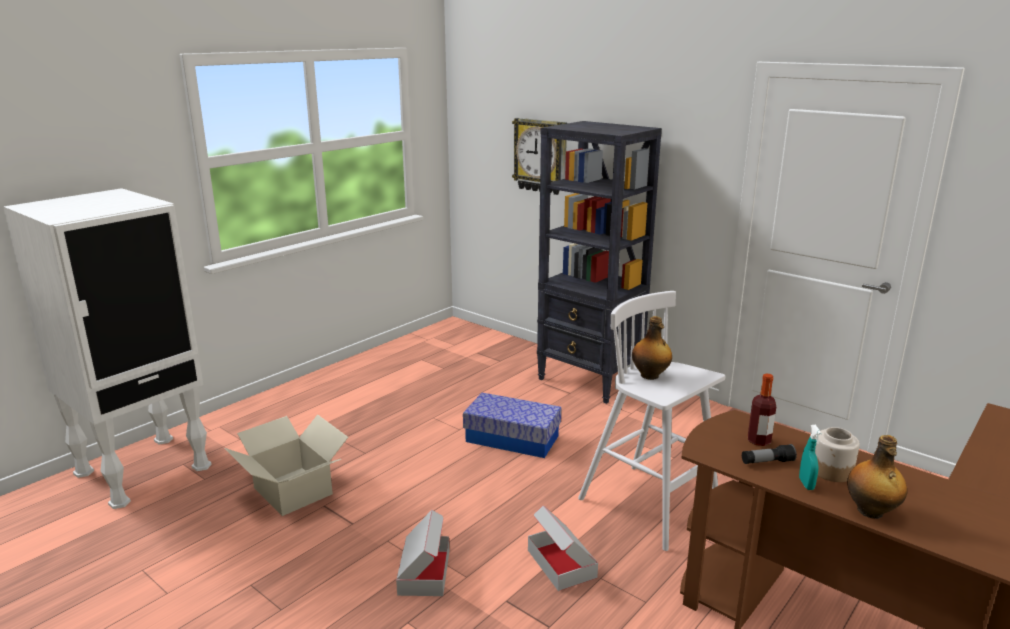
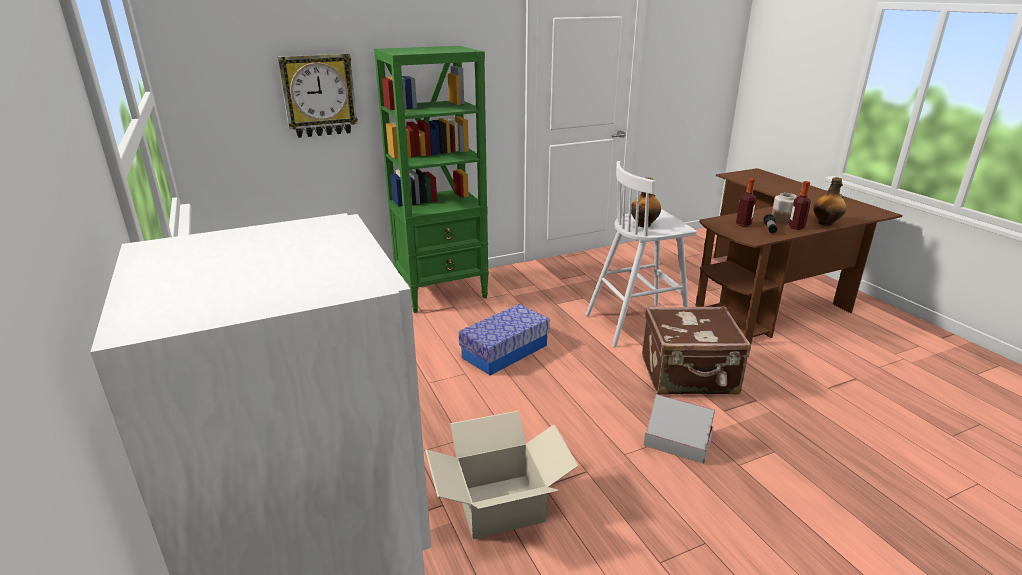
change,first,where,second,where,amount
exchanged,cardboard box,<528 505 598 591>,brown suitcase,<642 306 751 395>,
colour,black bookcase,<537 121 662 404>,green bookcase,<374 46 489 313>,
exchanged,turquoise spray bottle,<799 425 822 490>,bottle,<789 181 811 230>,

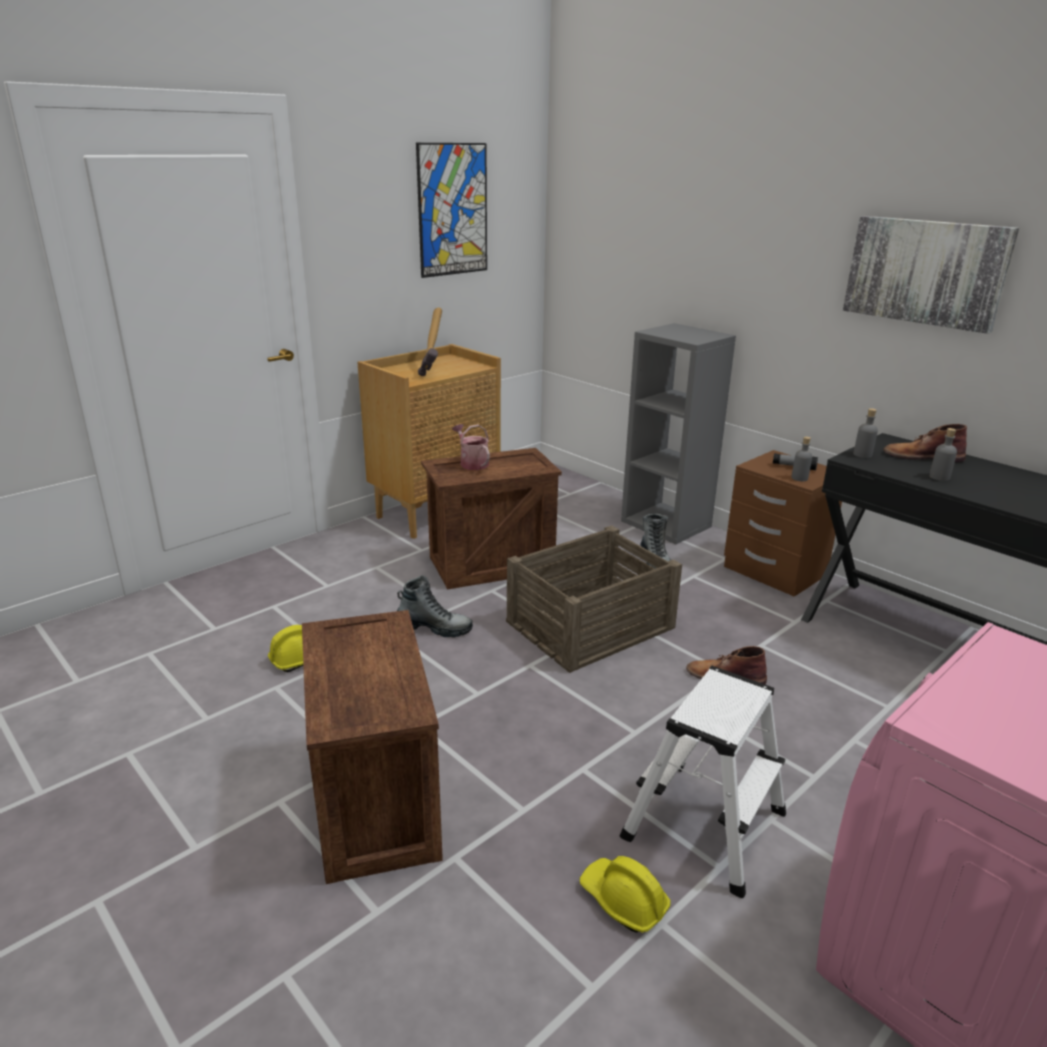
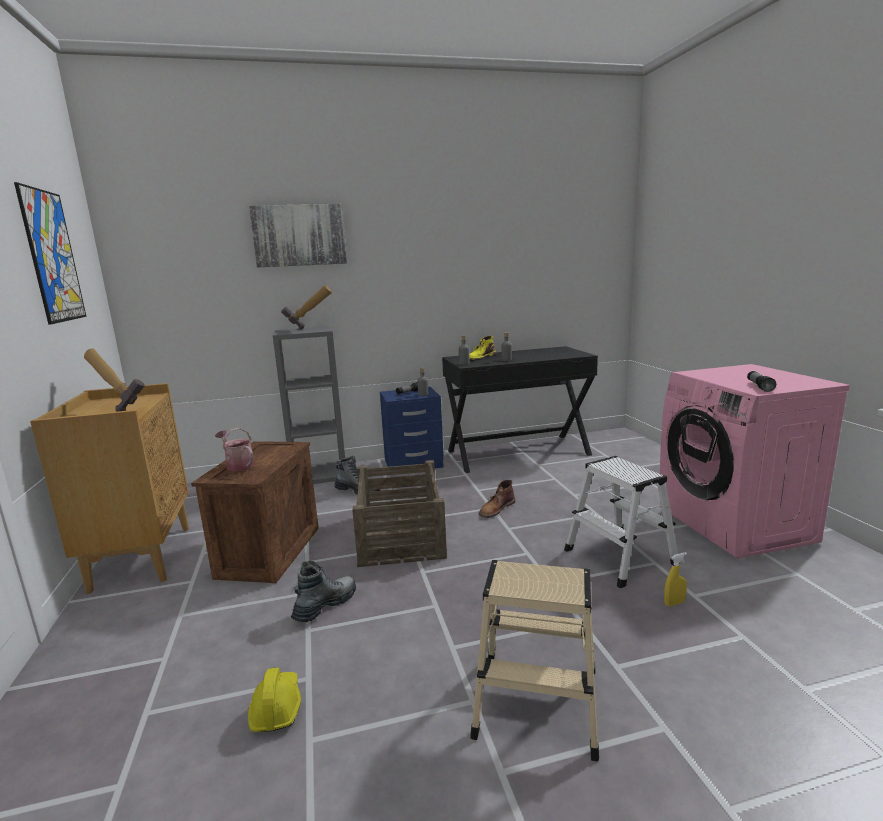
change,first,where,second,where,amount
exchanged,crate,<302 610 443 884>,beige step ladder,<470 560 599 761>,
spun,watering can,<452 424 490 470>,,<215 428 255 471>,45 degrees clockwise
exchanged,yellow hard hat,<580 856 671 933>,yellow spray bottle,<664 552 687 606>,
colour,brown nightstand,<724 450 842 597>,blue nightstand,<380 387 444 468>,
relocated,picture,<843 216 1019 334>,,<249 204 347 267>,
colour,brown boot,<883 424 967 462>,yellow boot,<469 336 496 361>,
appeared,,,hammer,<281 285 332 329>,
appeared,,,flashlight,<747 371 776 392>,

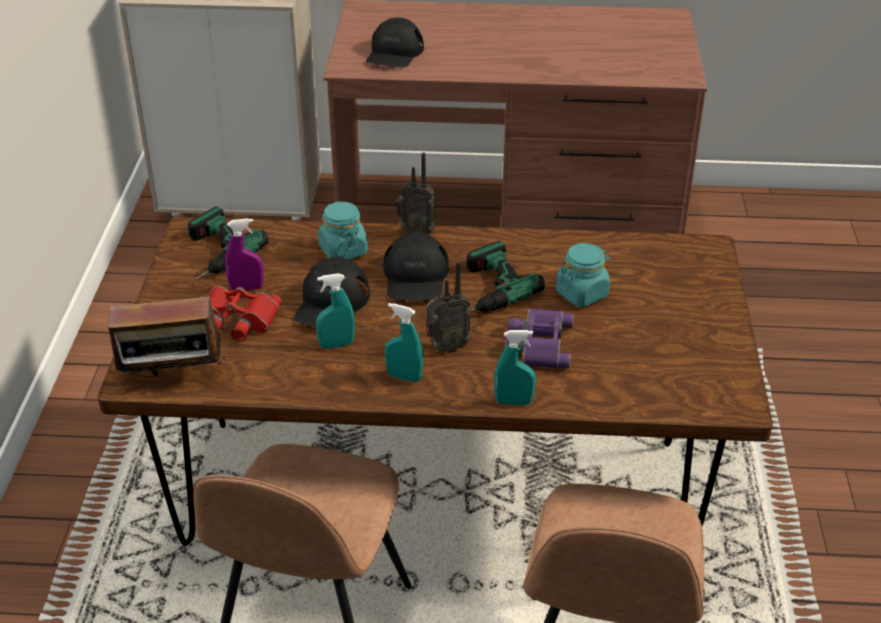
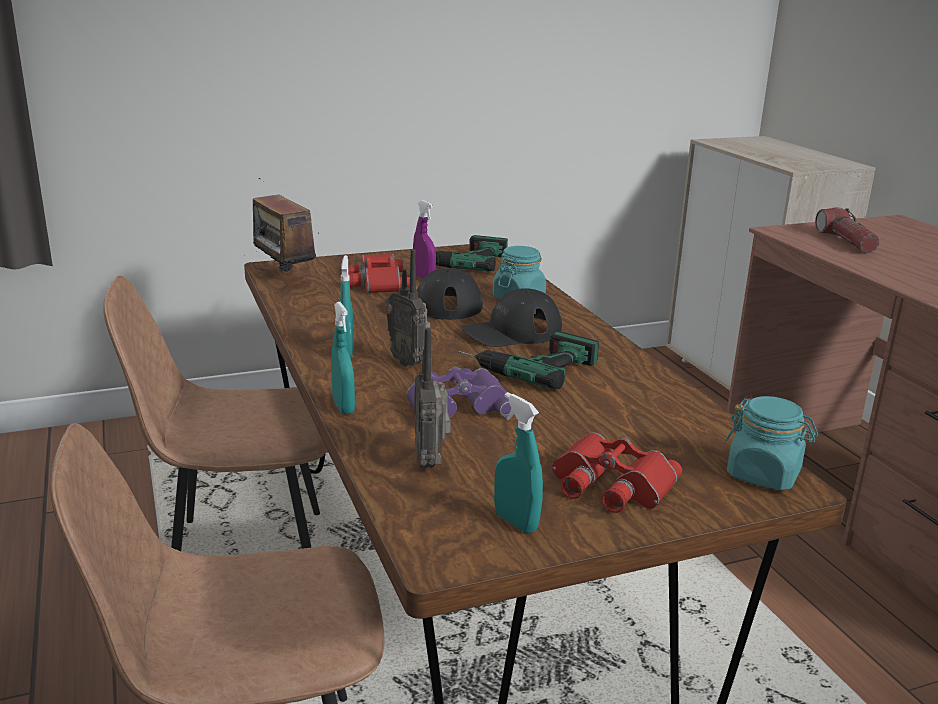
change,first,where,second,where,amount
relocated,turquoise spray bottle,<316 273 355 349>,,<494 392 543 533>,
exchanged,black cap,<366 18 424 68>,flashlight,<815 207 880 253>,
relocated,radio,<395 153 435 234>,,<415 327 451 469>,
relocated,turquoise jar,<556 243 610 307>,,<725 396 818 490>,
appeared,,,red binoculars,<552 432 682 513>,

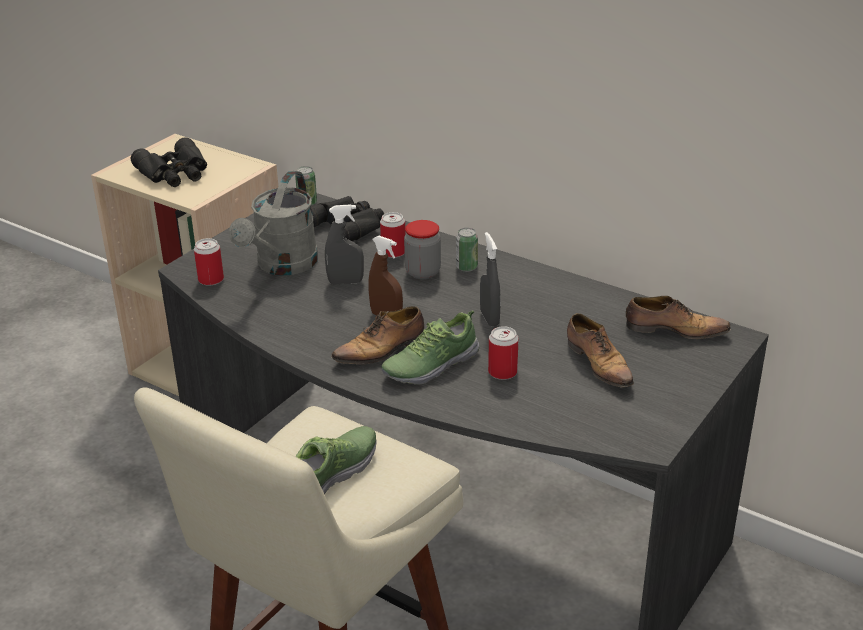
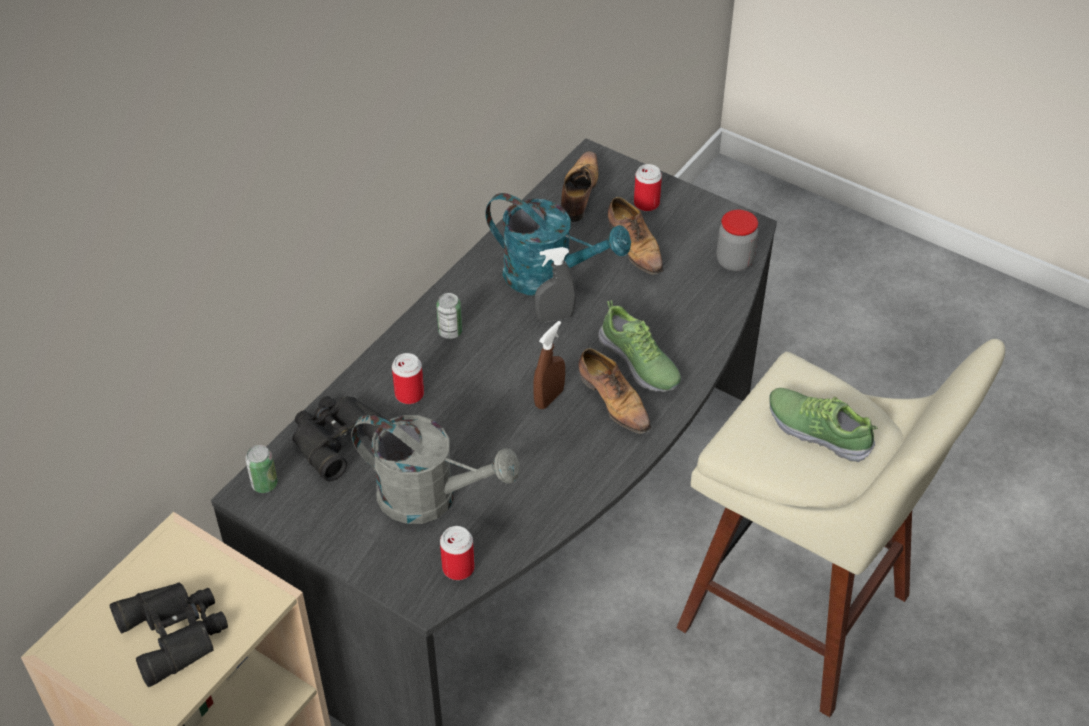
change,first,where,second,where,amount
missing,grey spray bottle,<325 204 364 284>,,,
relocated,jar,<404 220 441 279>,,<717 210 758 271>,
relocated,can,<488 326 519 380>,,<634 164 662 211>,
spun,shoe,<567 313 634 388>,,<608 197 663 275>,90 degrees clockwise
appeared,,,turquoise watering can,<485 193 631 296>,

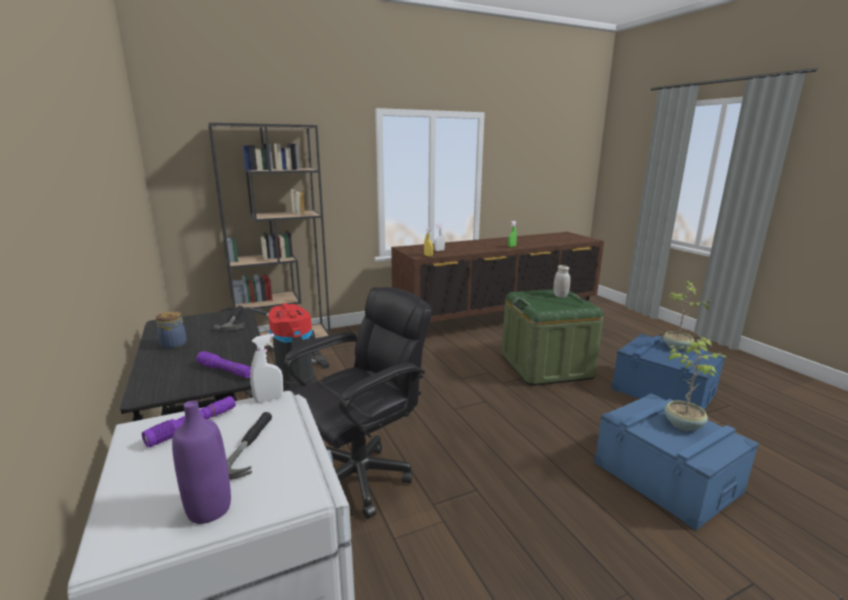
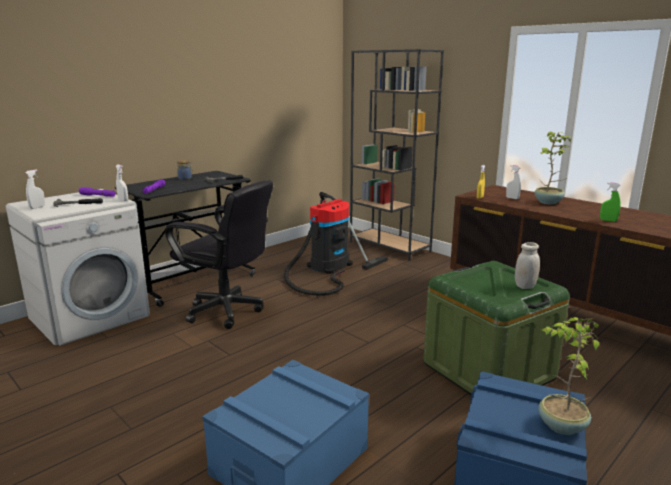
change,first,where,second,where,amount
exchanged,purple bottle,<172 400 231 524>,white spray bottle,<26 170 45 209>,
relocated,potted plant,<664 337 727 431>,,<534 131 572 204>,

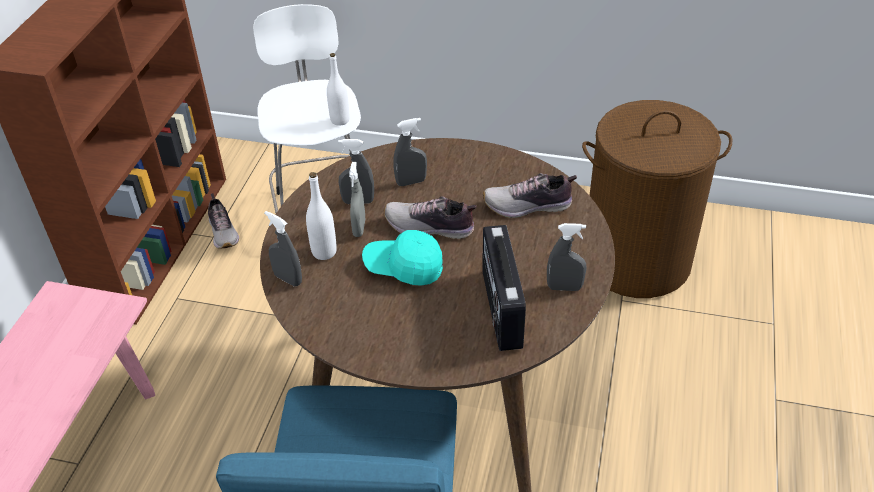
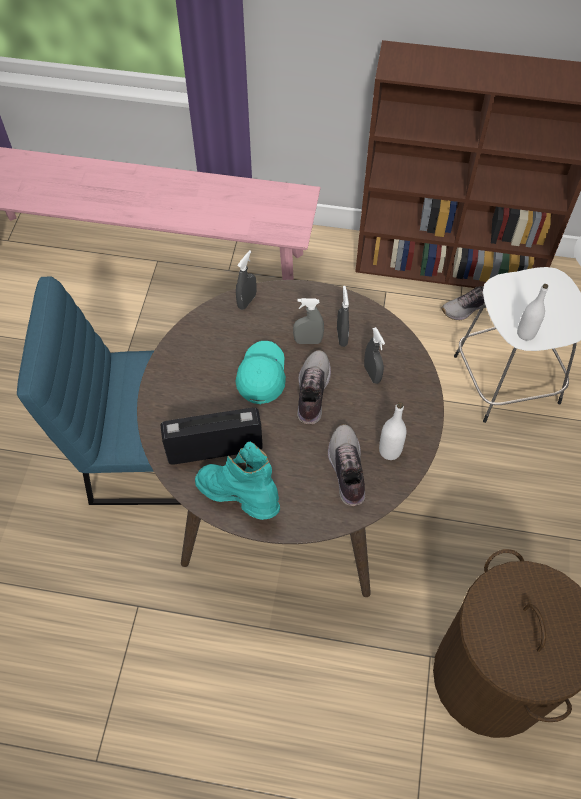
change,first,where,second,where,amount
relocated,white bottle,<306 172 337 260>,,<379 402 407 460>,
exchanged,grey spray bottle,<547 223 587 291>,turquoise boot,<195 442 280 520>,

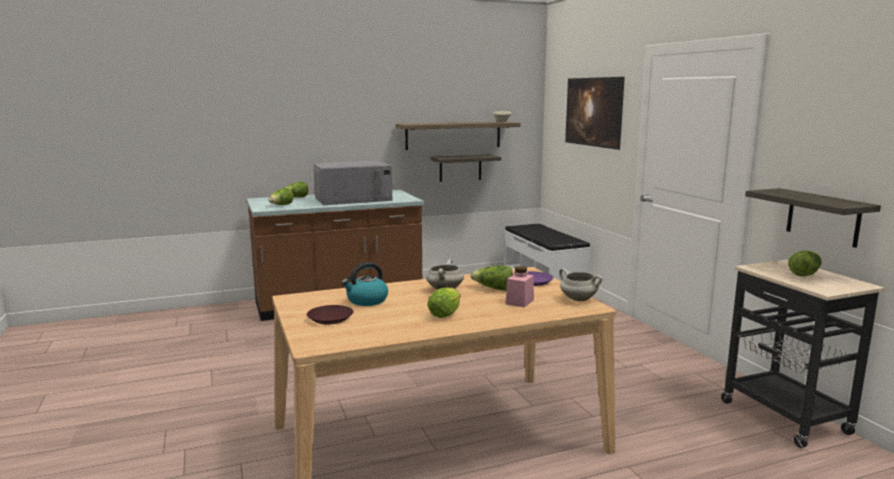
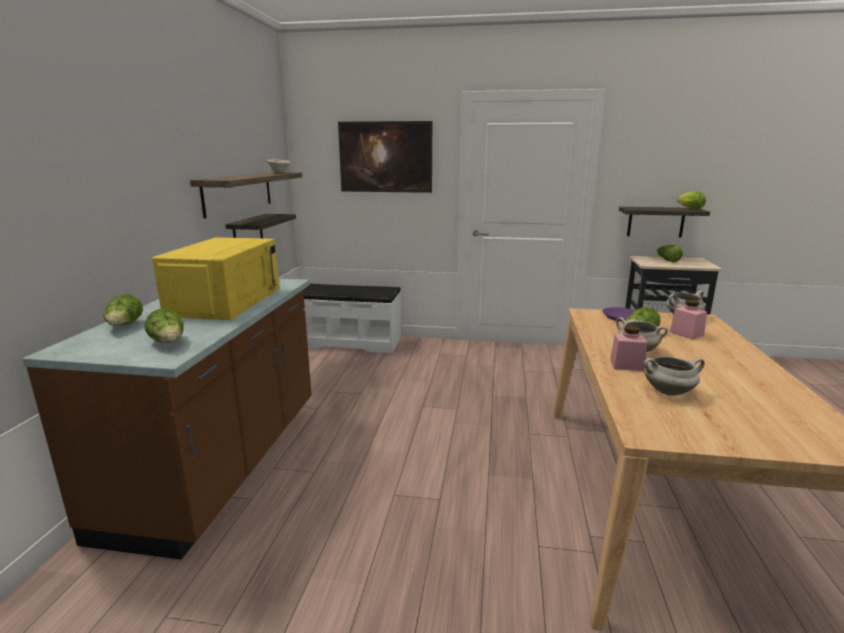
change,first,where,second,where,amount
missing,brown plate,<307 305 353 324>,,,
colour,grey microwave,<314 161 392 205>,yellow microwave,<152 237 279 320>,
exchanged,kettle,<342 262 388 306>,white cooking pot,<644 356 705 396>,
relocated,lettuce,<427 288 461 318>,,<677 191 706 210>,
appeared,,,pink jar,<610 325 647 371>,

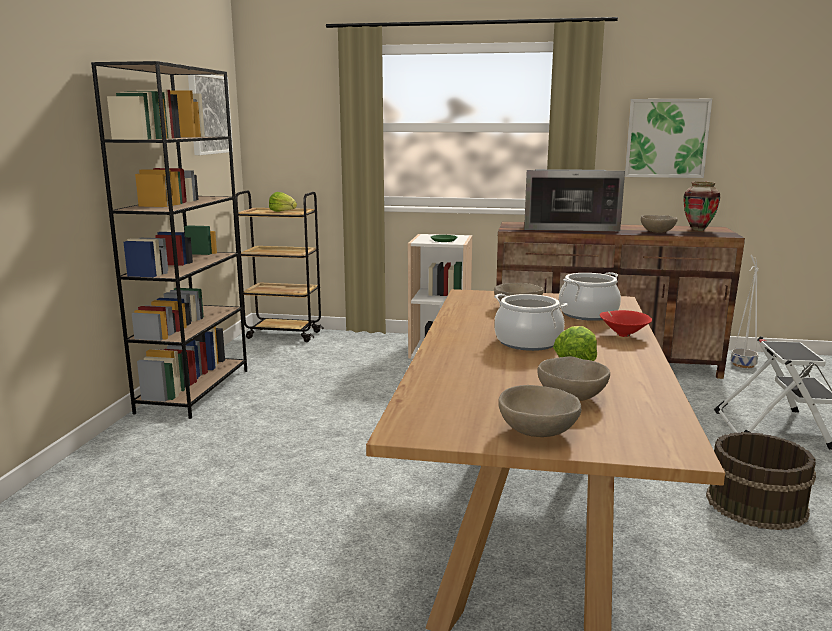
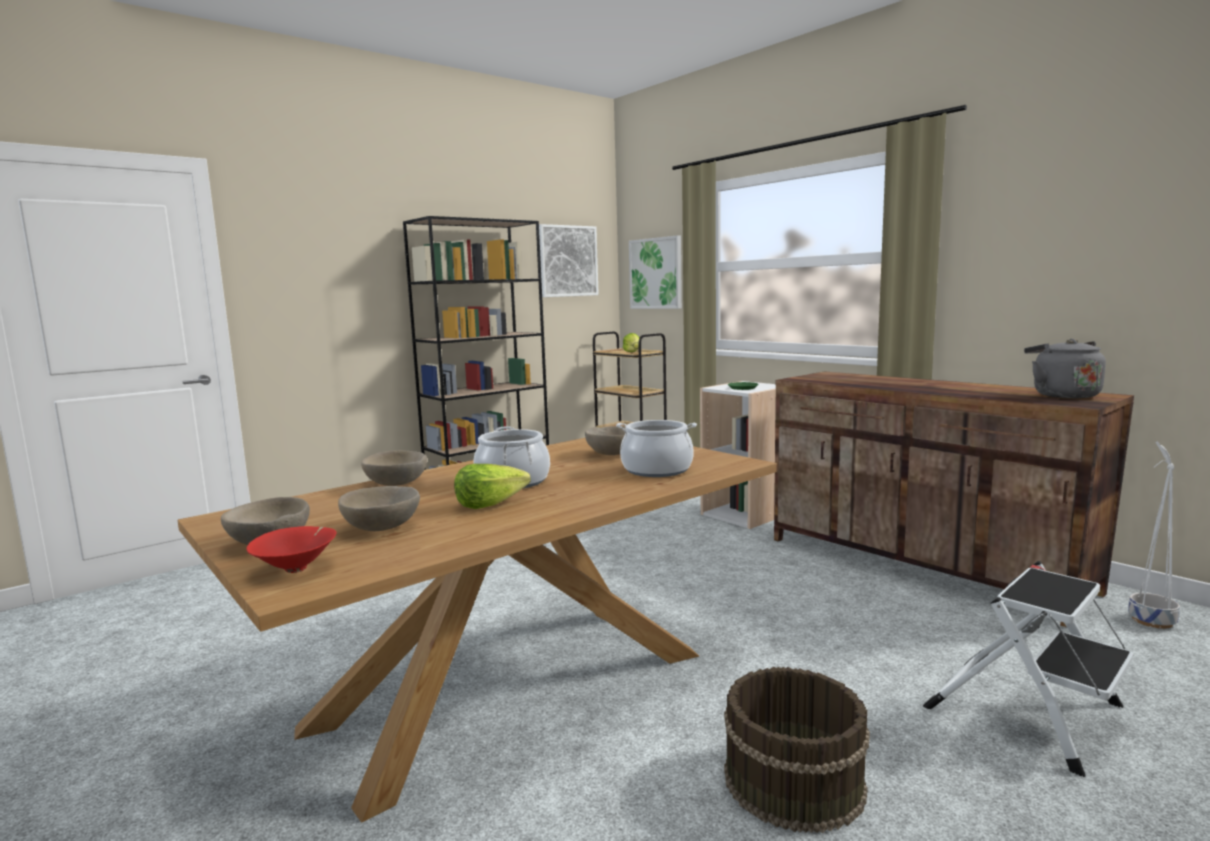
change,first,where,second,where,amount
missing,microwave,<524 169 625 231>,,,
relocated,red bowl,<600 310 652 337>,,<246 526 337 573>,
relocated,picture,<625 99 712 178>,,<629 235 682 309>,
relocated,beige bowl,<641 215 678 233>,,<361 450 427 486>,
exchanged,vase,<684 182 720 231>,grey kettle,<1024 339 1106 398>,

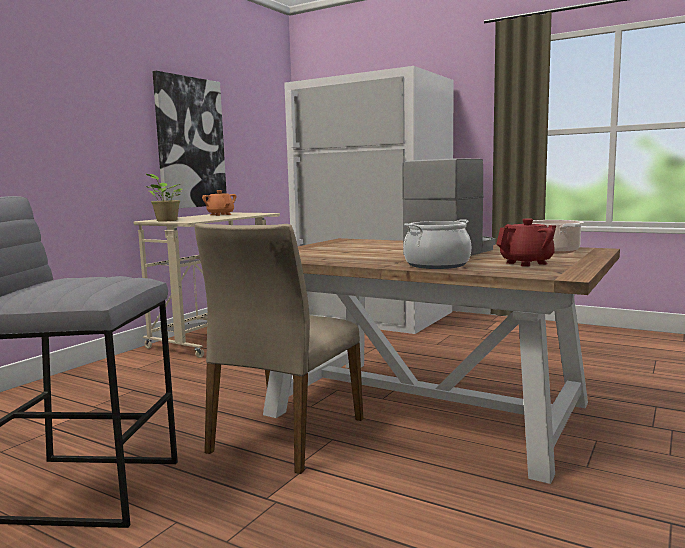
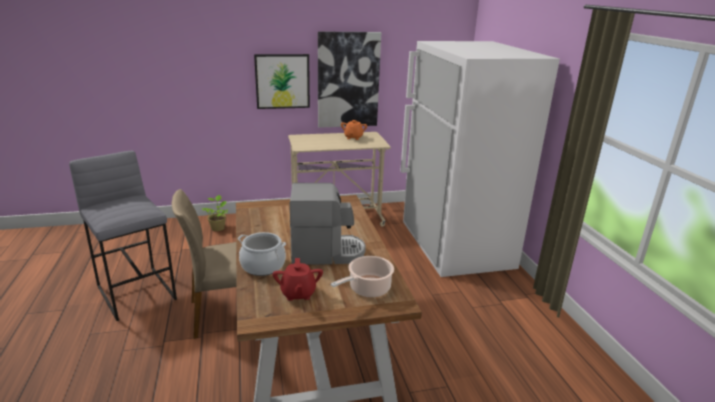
change,first,where,second,where,amount
relocated,potted plant,<146 174 182 221>,,<202 195 228 231>,
spun,red teapot,<496 218 556 267>,,<272 258 323 301>,60 degrees clockwise
appeared,,,picture,<254 54 310 109>,

